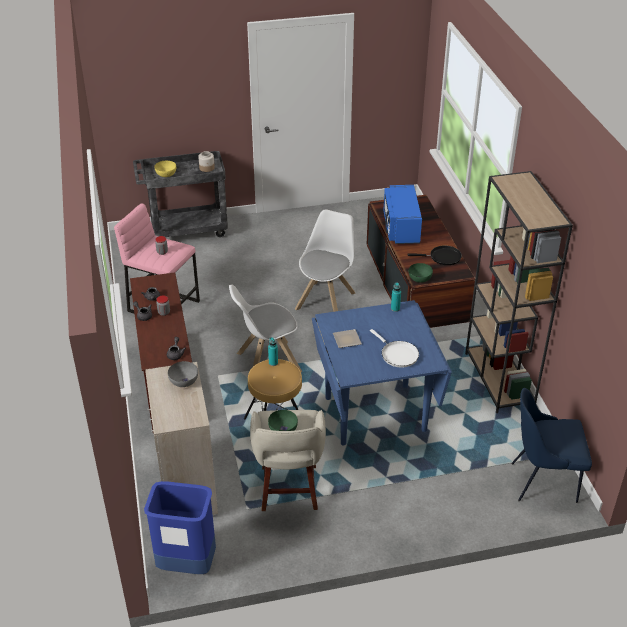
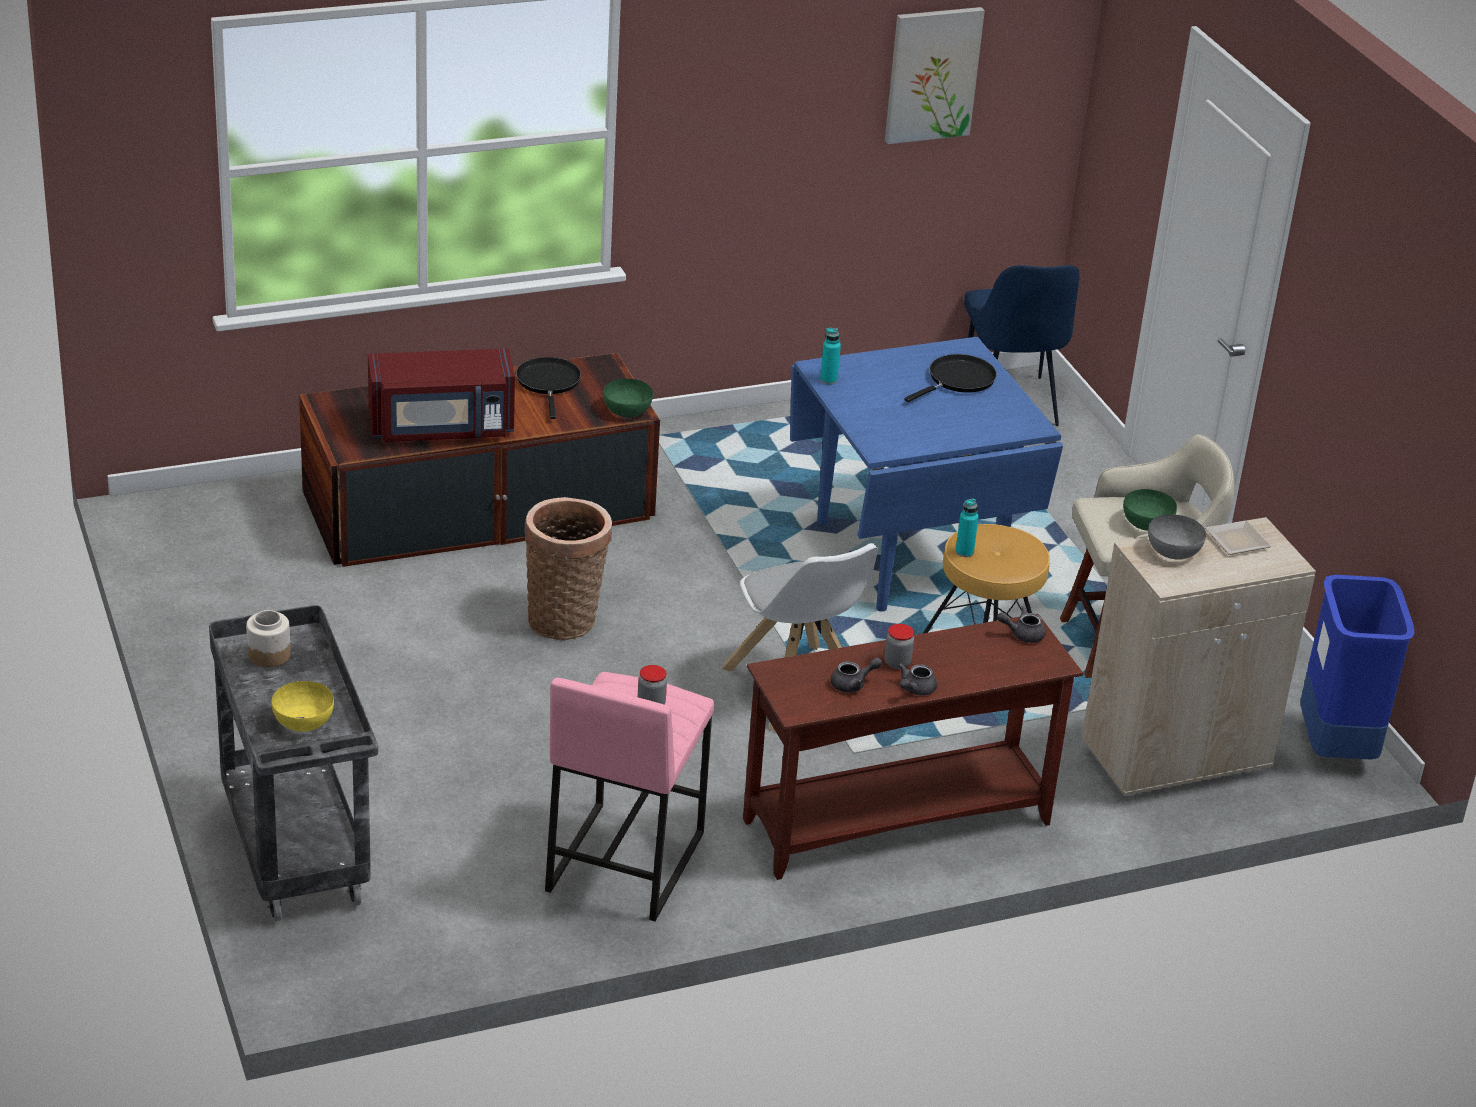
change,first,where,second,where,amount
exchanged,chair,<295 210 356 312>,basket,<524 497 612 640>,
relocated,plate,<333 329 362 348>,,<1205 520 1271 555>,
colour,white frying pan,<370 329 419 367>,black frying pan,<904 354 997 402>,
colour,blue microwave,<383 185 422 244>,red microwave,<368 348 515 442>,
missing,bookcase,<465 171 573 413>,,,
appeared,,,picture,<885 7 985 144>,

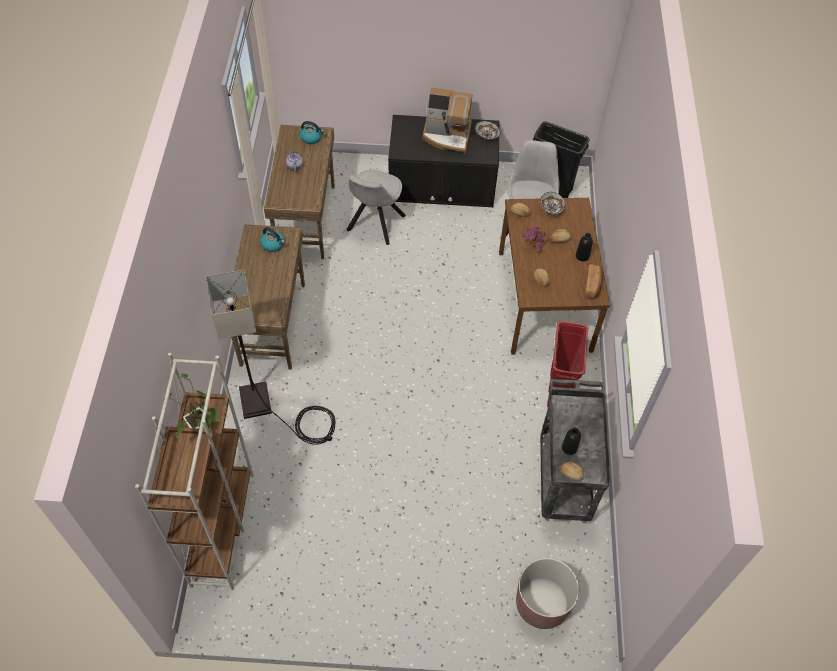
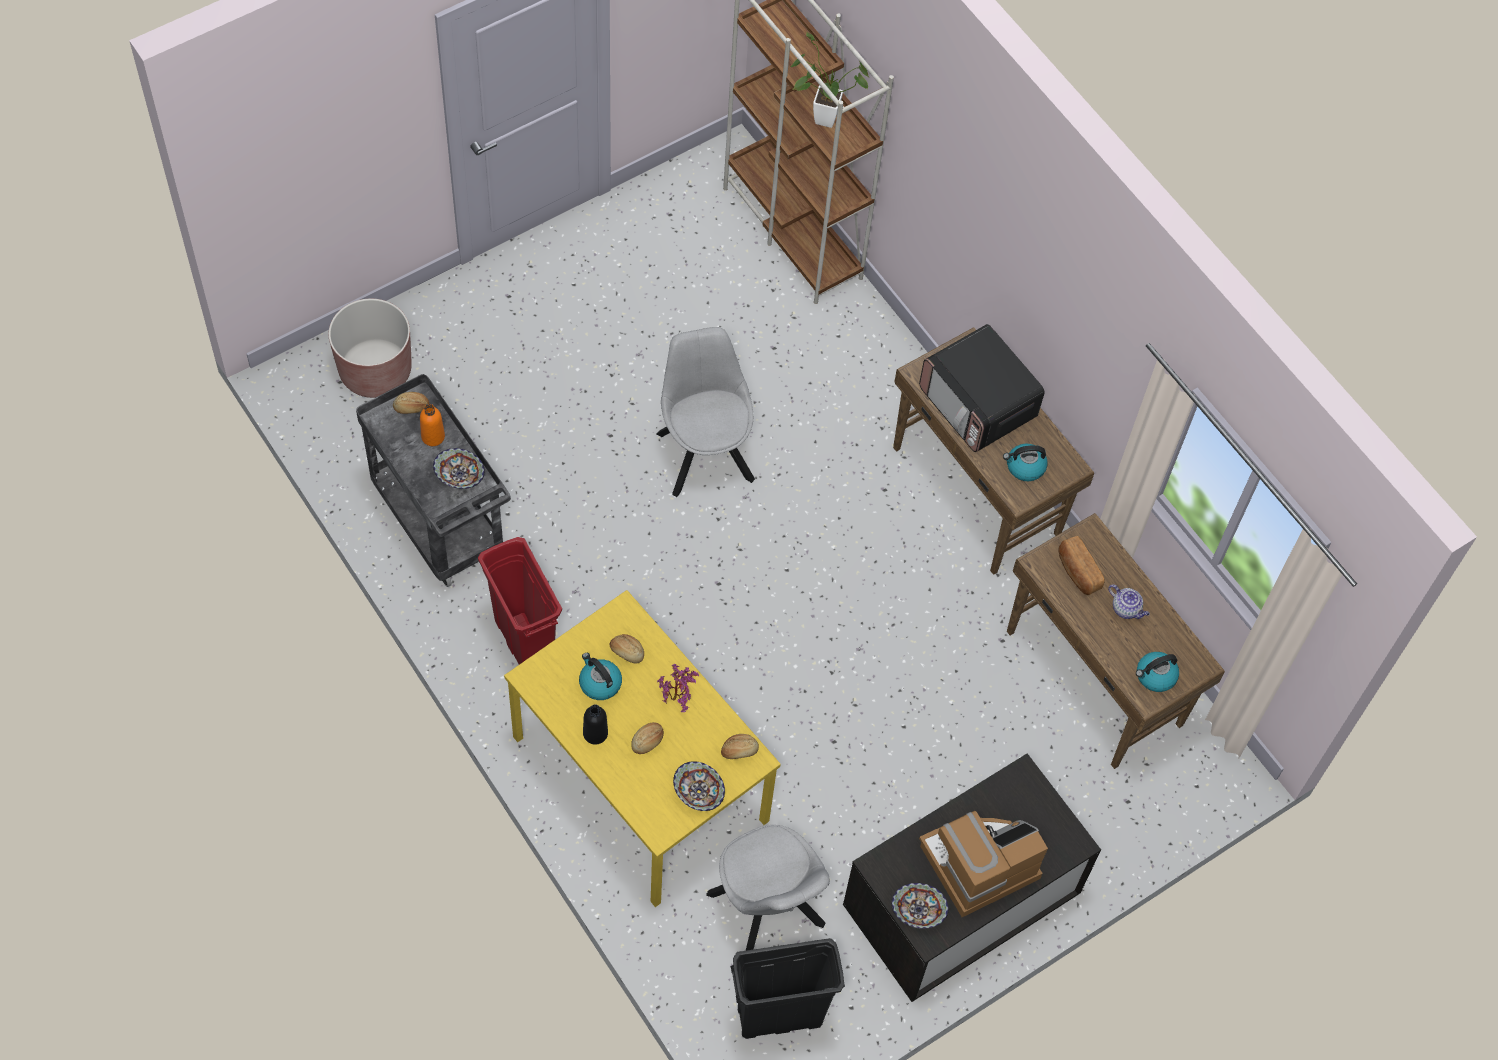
change,first,where,second,where,amount
missing,floor lamp,<206 270 335 445>,,,
relocated,grey chair,<347 170 406 245>,,<656 327 755 497>,
colour,brown dining table,<499 198 610 355>,yellow dining table,<504 590 781 907>,
colour,black bottle,<562 427 581 455>,orange bottle,<420 404 445 446>,
relocated,bread,<584 264 603 298>,,<1058 536 1105 595>,
appeared,,,bowl,<433 448 485 489>,
appeared,,,kettle,<579 653 622 700>,
appeared,,,microwave,<919 324 1045 452>,

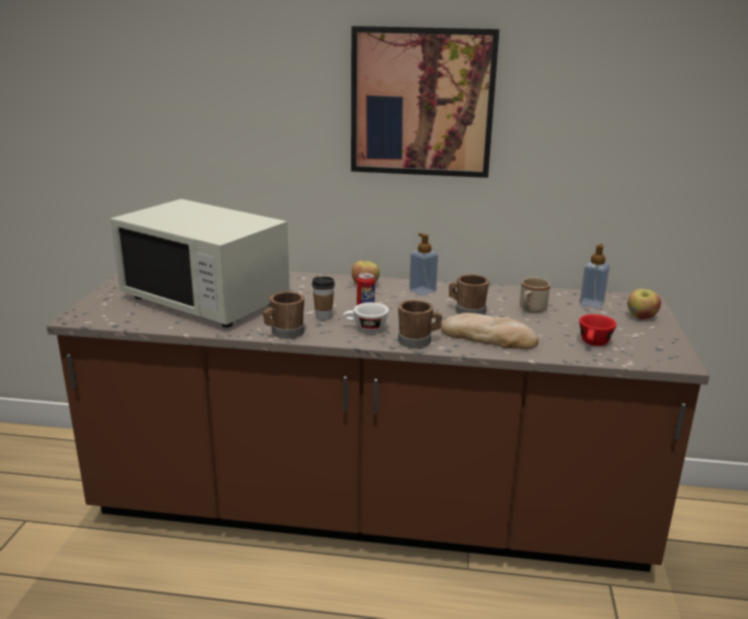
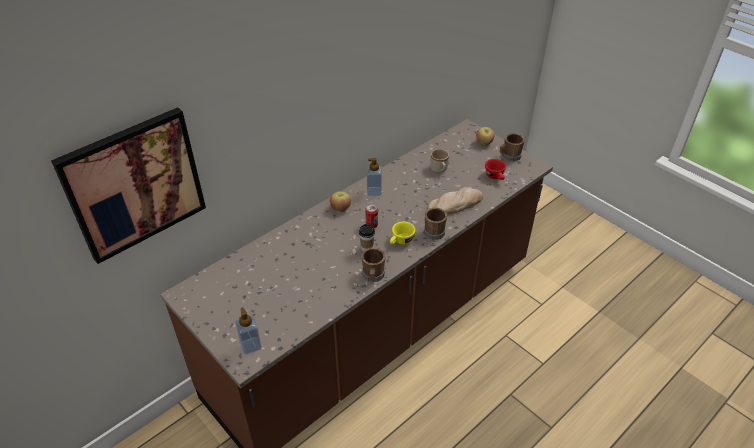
change,first,where,second,where,amount
missing,white microwave,<110 199 290 327>,,,
colour,white cup,<343 302 389 333>,yellow cup,<390 222 415 245>,
relocated,picture,<351 26 499 178>,,<51 107 206 264>,
relocated,brown mug,<449 274 489 315>,,<500 133 525 162>,
relocated,soap dispenser,<580 244 610 308>,,<235 307 262 354>,

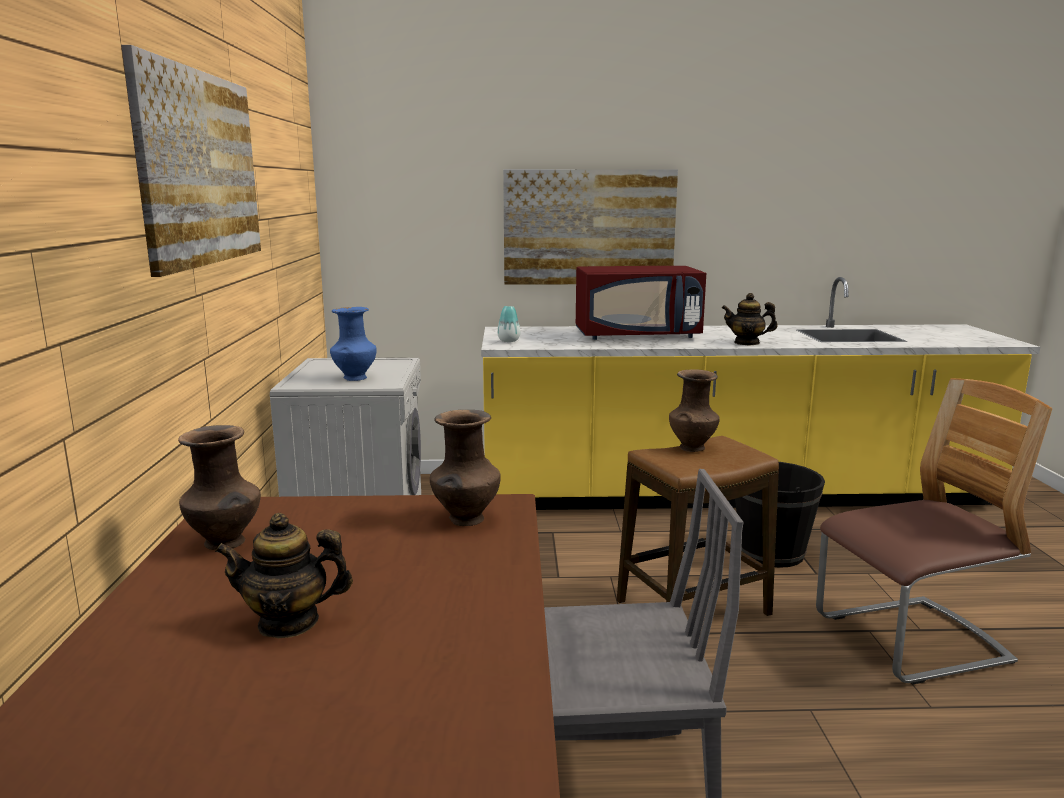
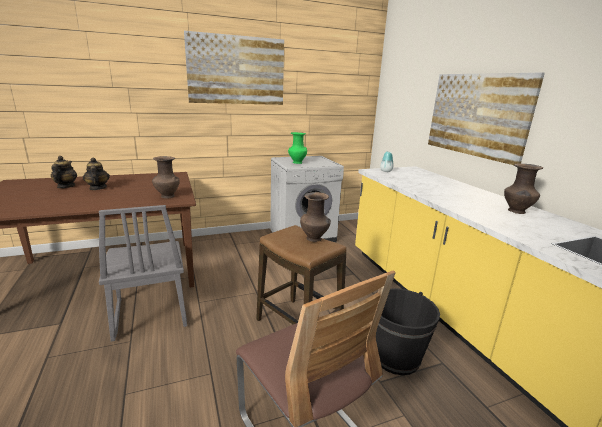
change,first,where,second,where,amount
relocated,brown vase,<178 425 261 550>,,<504 164 543 214>,
colour,blue vase,<330 307 377 381>,green vase,<288 132 307 164>,
missing,red microwave,<576 266 706 340>,,,
relocated,teapot,<722 293 778 345>,,<51 156 77 188>,

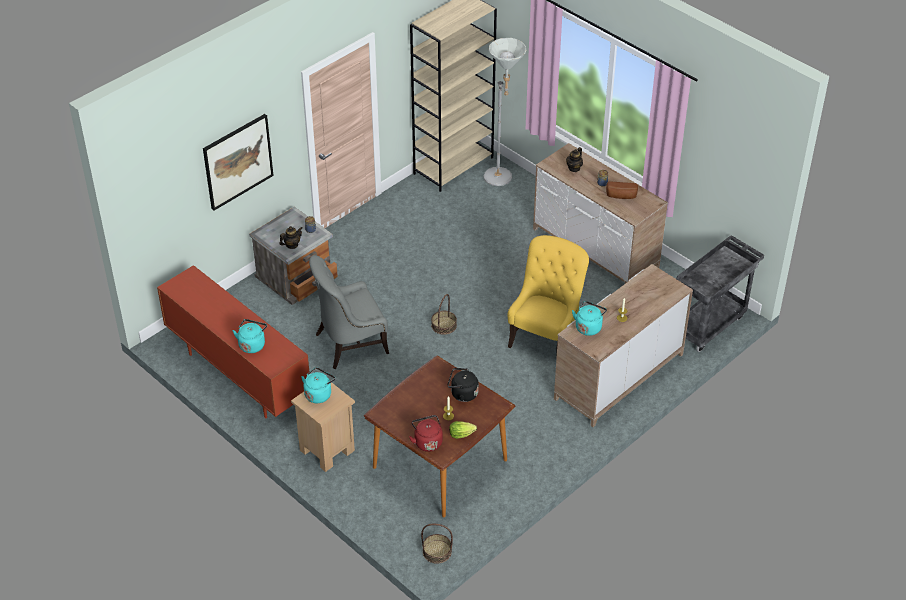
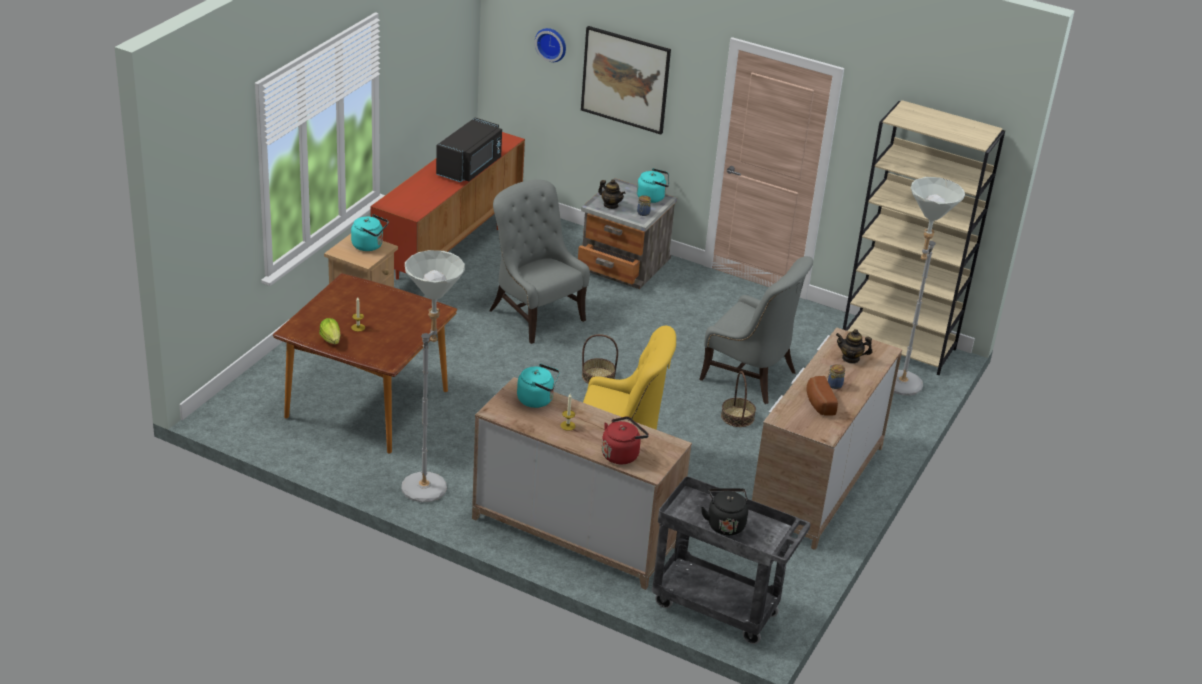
change,first,where,second,where,amount
relocated,turquoise kettle,<233 319 267 353>,,<637 168 669 203>,
relocated,red kettle,<409 415 443 452>,,<602 416 649 464>,
relocated,basket,<421 524 453 564>,,<721 371 756 427>,
relocated,black kettle,<448 368 479 402>,,<701 488 748 535>,
appeared,,,grey floor lamp,<402 250 465 502>,
appeared,,,black microwave,<436 118 502 183>,
appeared,,,wall clock,<535 28 566 62>,
appeared,,,grey chair,<699 256 813 404>,

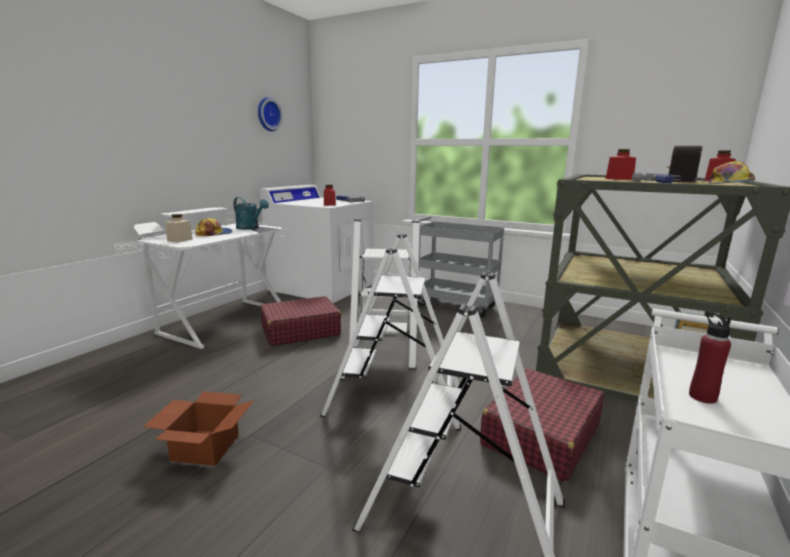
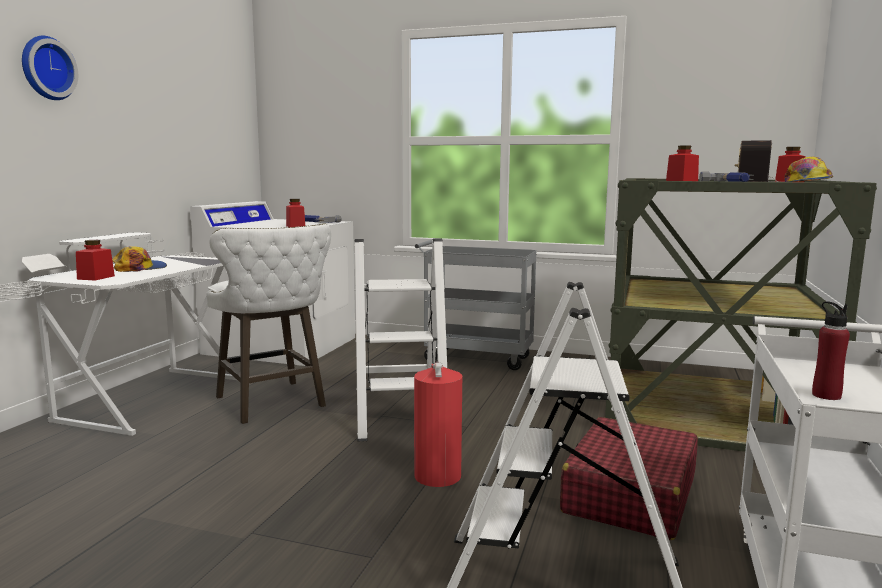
change,first,where,second,where,amount
missing,cardboard box,<143 391 254 466>,,,
colour,beige jar,<165 214 193 243>,red jar,<76 240 115 280>,
missing,turquoise watering can,<234 197 269 230>,,,
relocated,wall clock,<258 97 283 131>,,<22 36 78 100>,
exchanged,red suitcase,<260 296 341 346>,white stool,<206 223 331 424>,
exchanged,white step ladder,<320 233 461 430>,fire extinguisher,<414 361 462 487>,

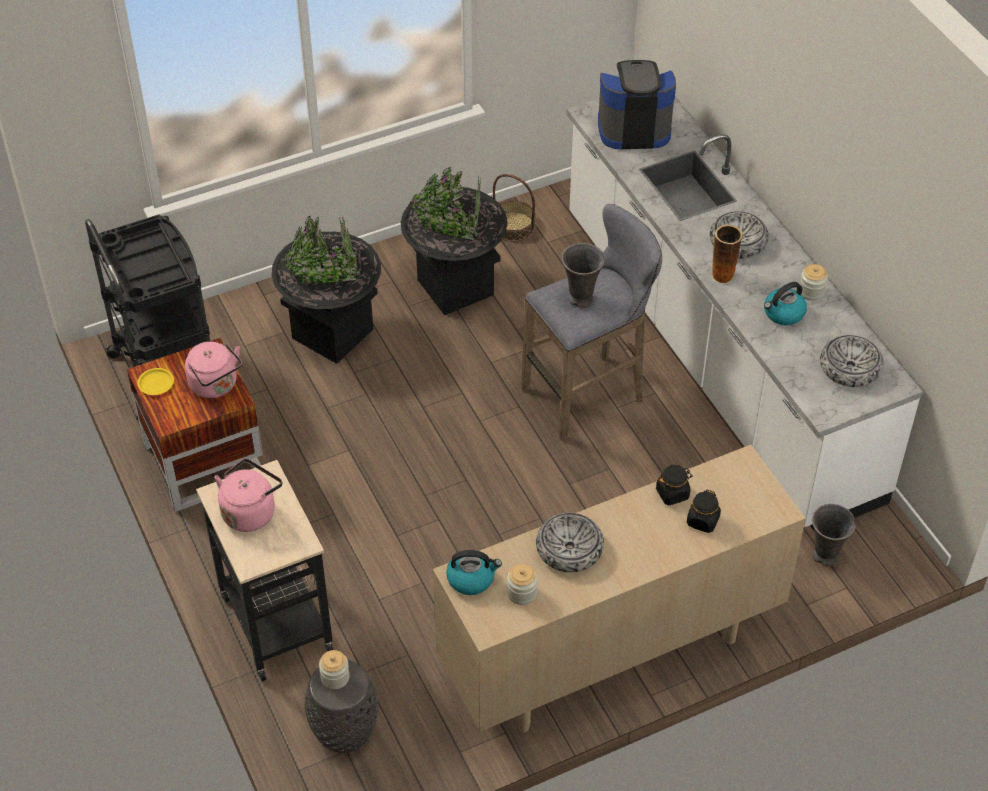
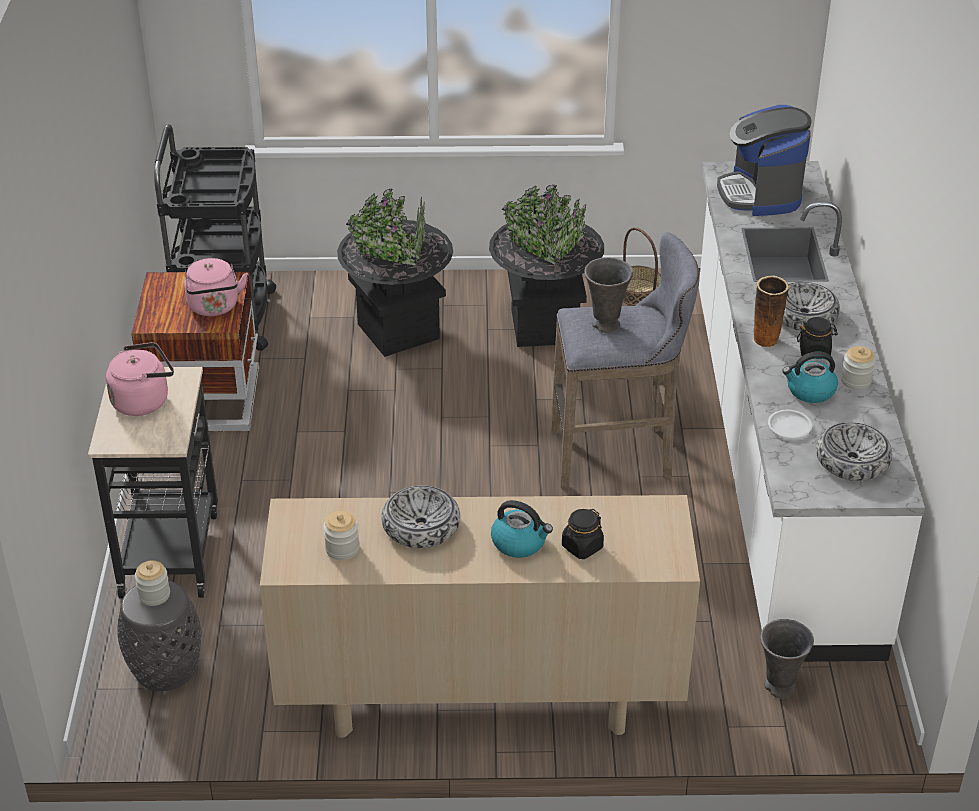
change,first,where,second,where,amount
missing,yellow plate,<138 368 174 395>,,,
relocated,kettle,<446 550 502 595>,,<491 500 553 558>,
spun,coffee machine,<598 60 676 149>,,<717 105 812 216>,120 degrees counterclockwise
relocated,black jar,<656 465 693 505>,,<797 317 838 356>,
appeared,,,white plate,<768 410 812 438>,

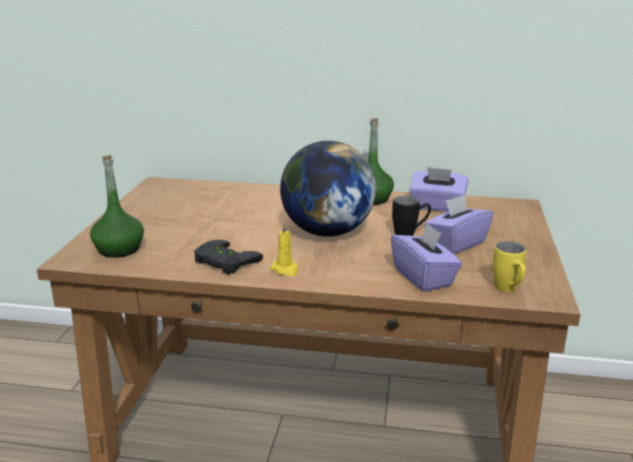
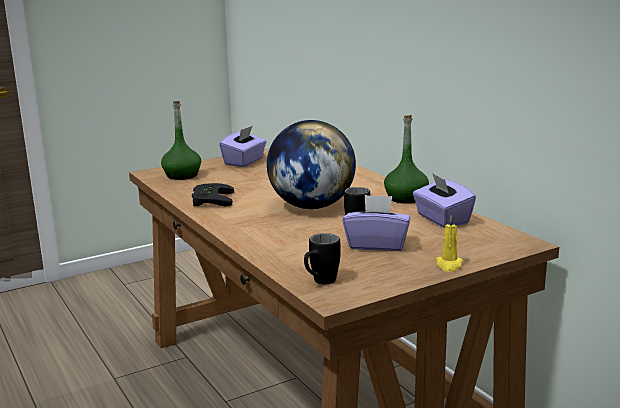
change,first,where,second,where,amount
relocated,yellow candle,<270 222 299 276>,,<436 215 463 272>,
relocated,purple tissue box,<391 223 462 292>,,<219 126 267 167>,
colour,yellow mug,<493 241 526 292>,black mug,<304 233 340 284>,

